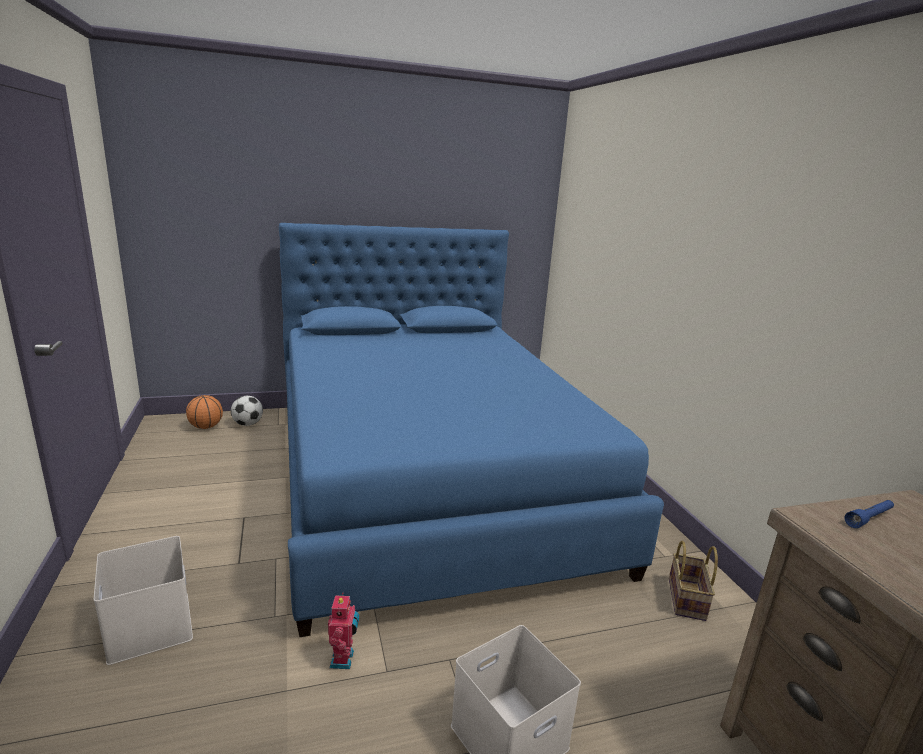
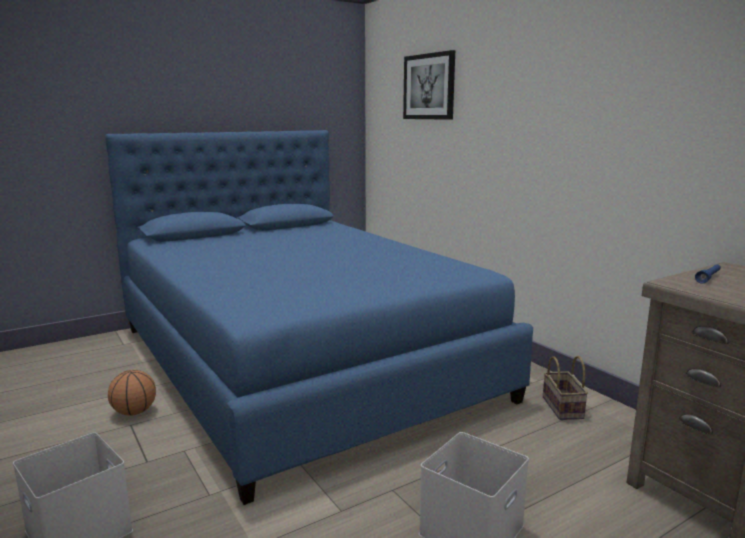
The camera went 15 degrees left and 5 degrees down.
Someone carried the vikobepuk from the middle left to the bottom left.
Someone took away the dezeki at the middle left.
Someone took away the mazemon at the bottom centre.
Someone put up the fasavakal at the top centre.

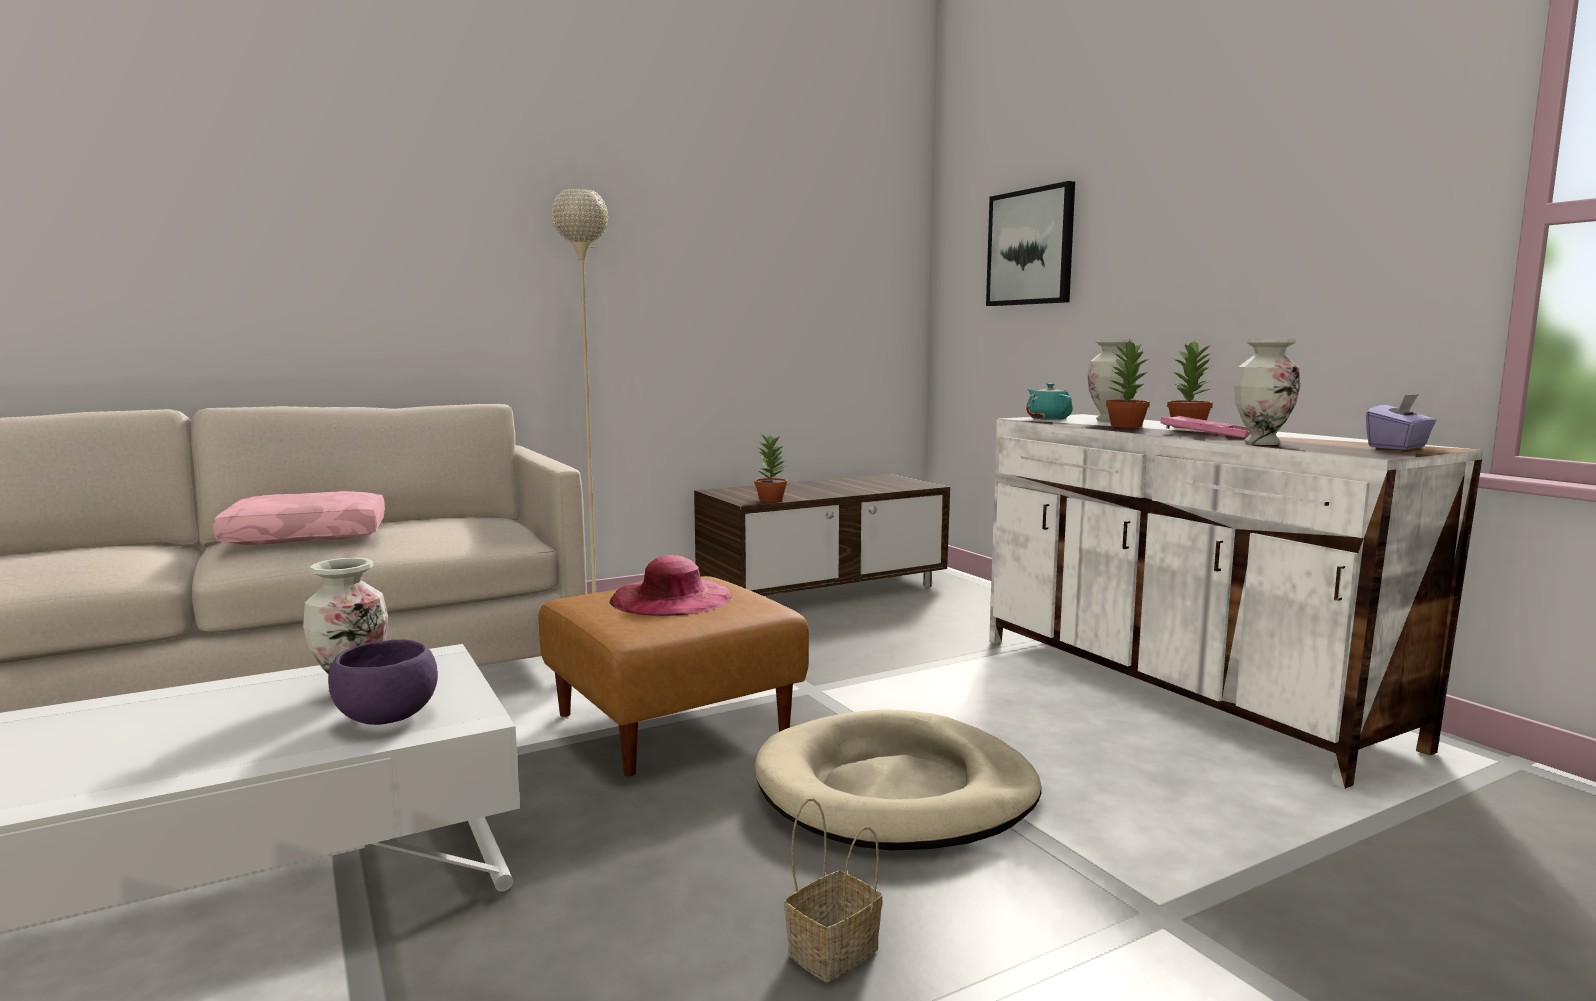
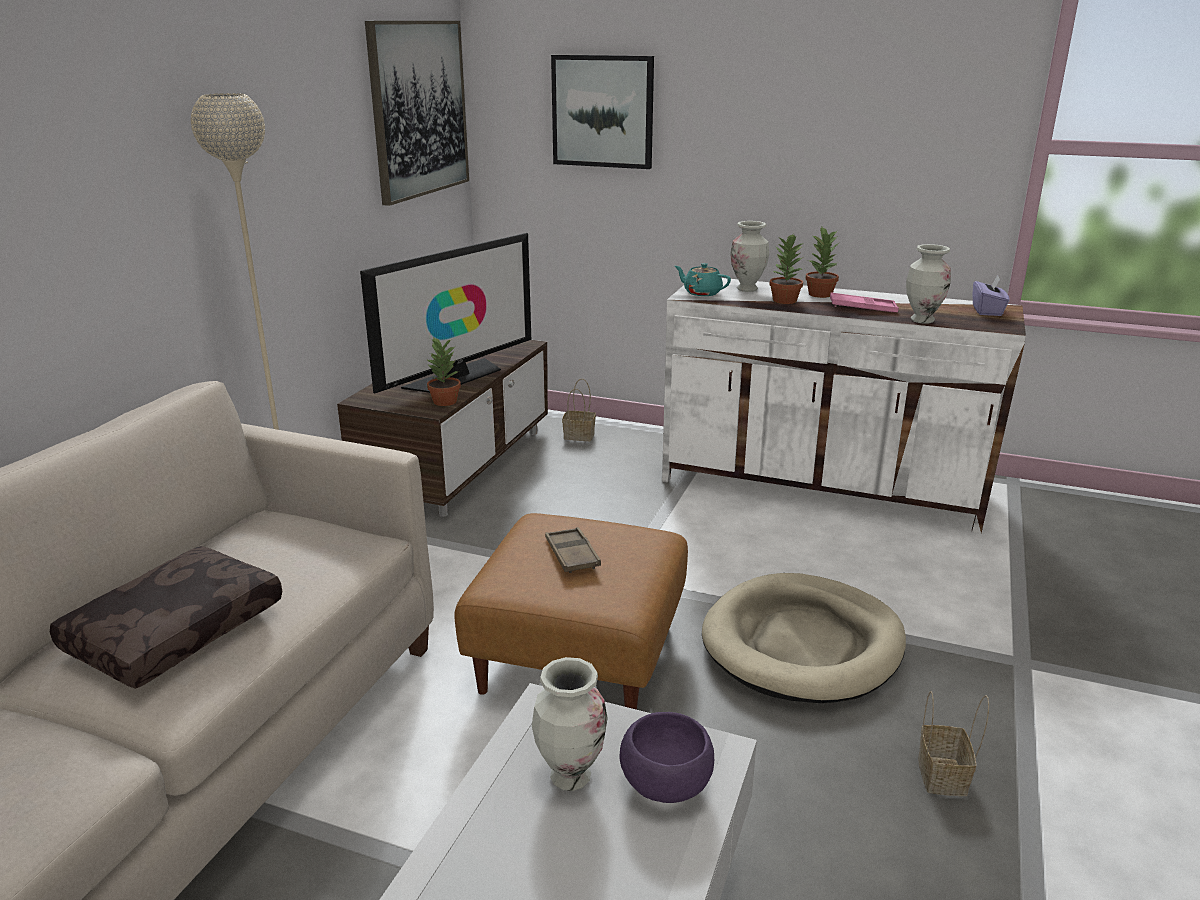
The camera went 40 degrees left and 15 degrees up.
Someone repainted the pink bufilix at the middle left, which became the brown bufilix at the bottom left.
Someone swapped the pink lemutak at the centre for the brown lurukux at the centre.
Someone put up the fasavakal (no. 1 from left) at the top centre.
Someone put down the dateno at the centre.
Someone put down the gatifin (no. 1 from left) at the centre.

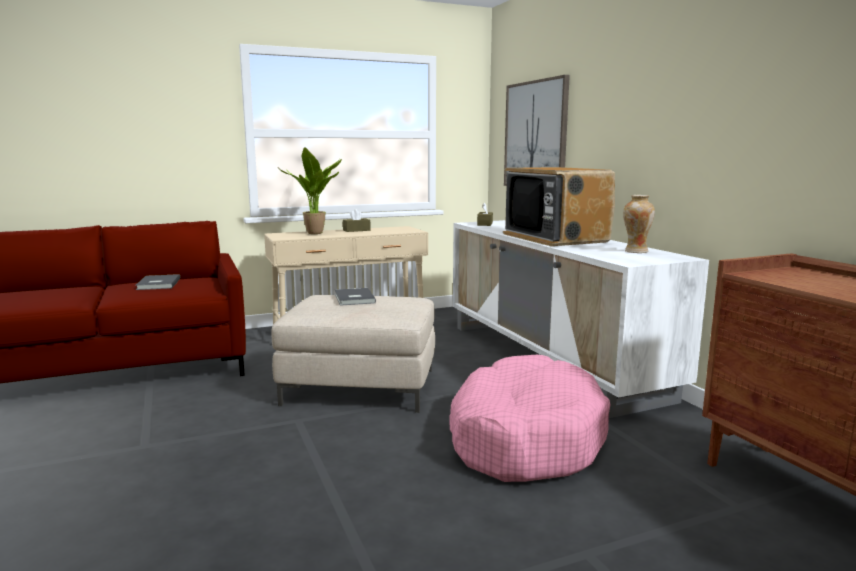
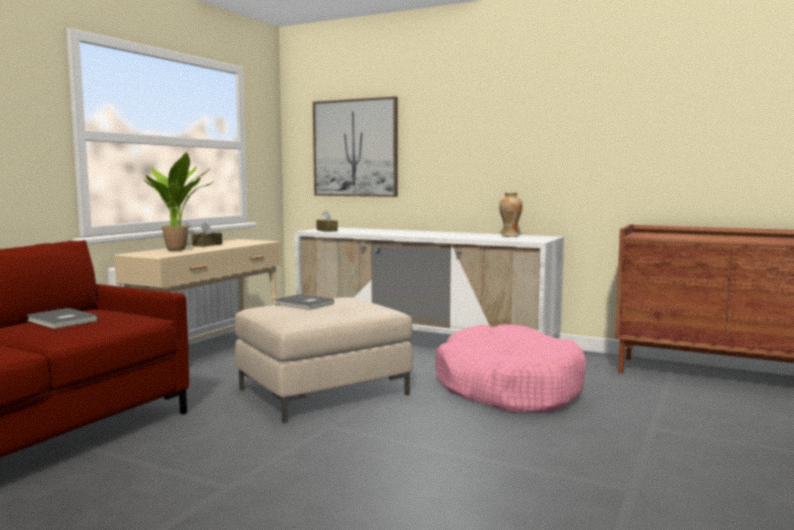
The camera went 40 degrees left and 5 degrees down.
Someone took away the dateno at the centre.

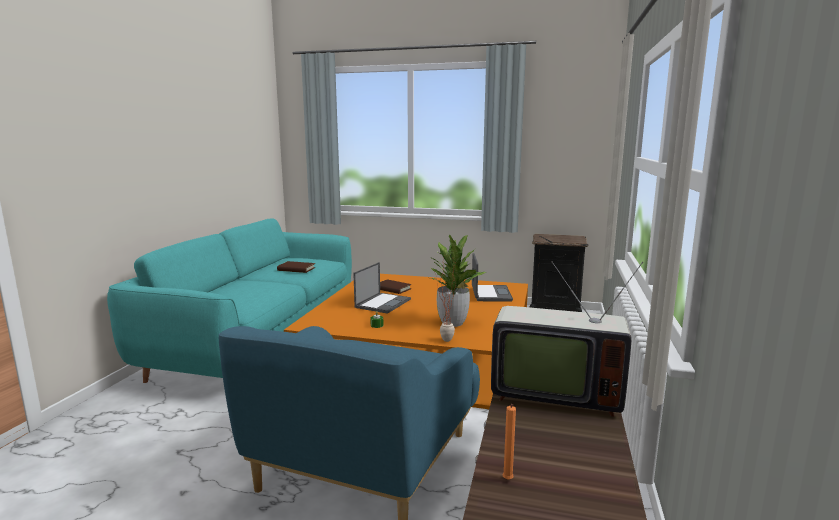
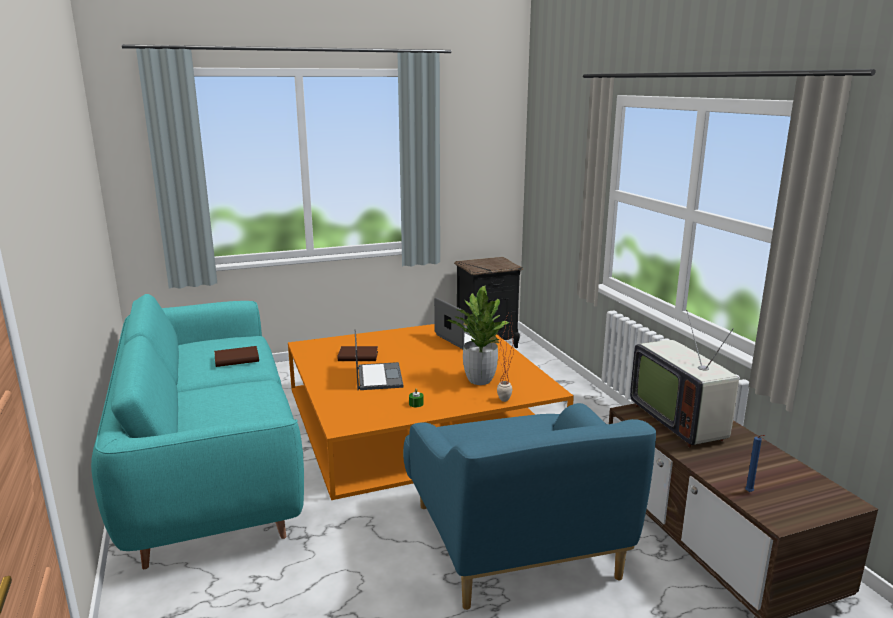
The camera went 35 degrees left and 5 degrees up.
Someone rotated the dateno at the middle right by 90 degrees clockwise.
Someone repainted the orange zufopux at the bottom centre, which became the blue zufopux at the bottom right.

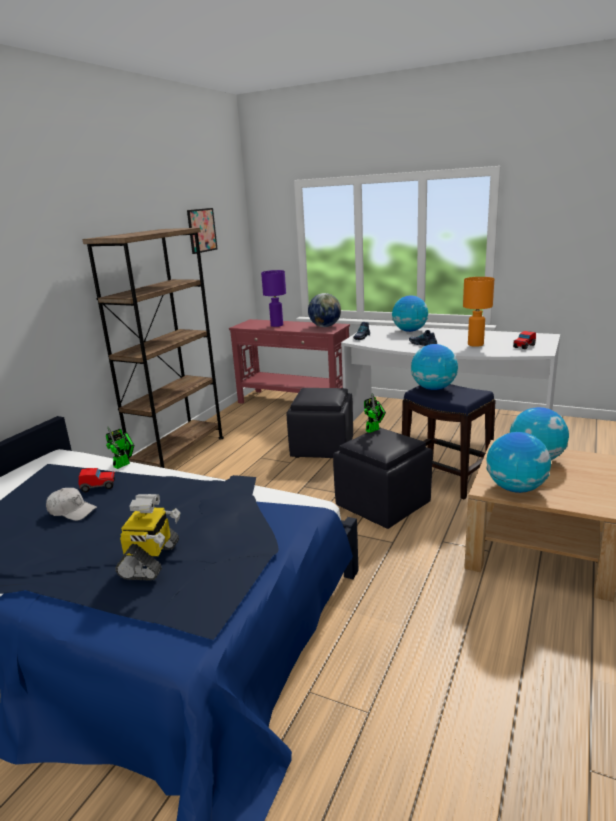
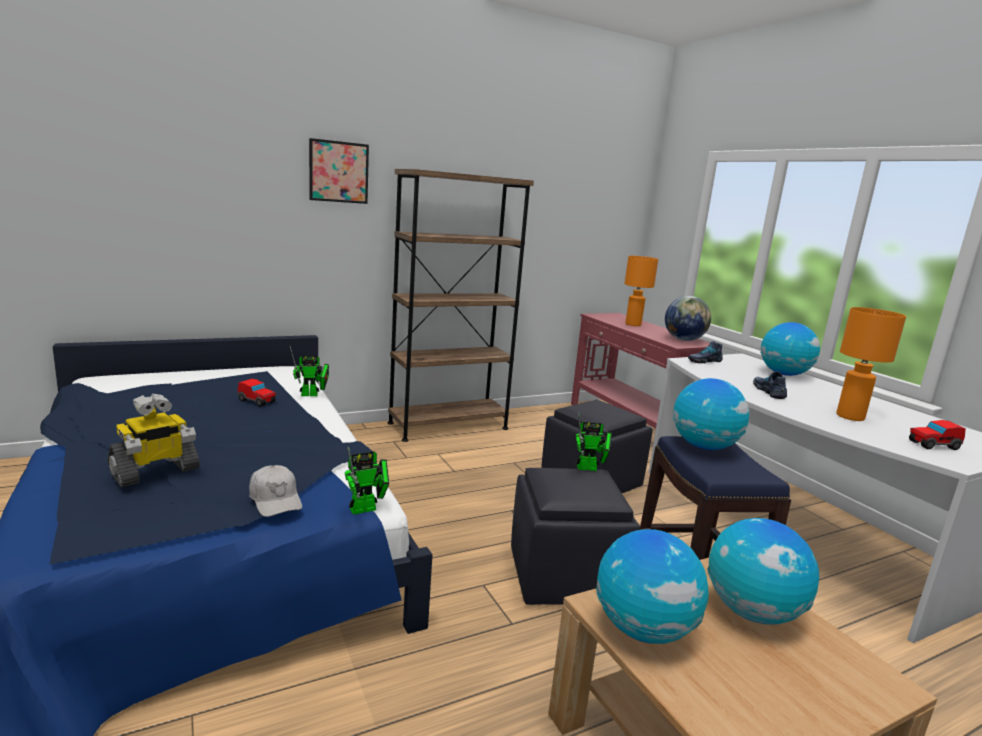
The camera went 35 degrees right and 5 degrees down.
Someone carried the fasavakal from the top left to the top centre.
Someone repainted the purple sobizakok at the centre, which became the orange sobizakok (no. 1 from left) at the centre.
Someone carried the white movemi from the middle left to the bottom left.
Someone put down the mazemon (no. 3 from left) at the centre.

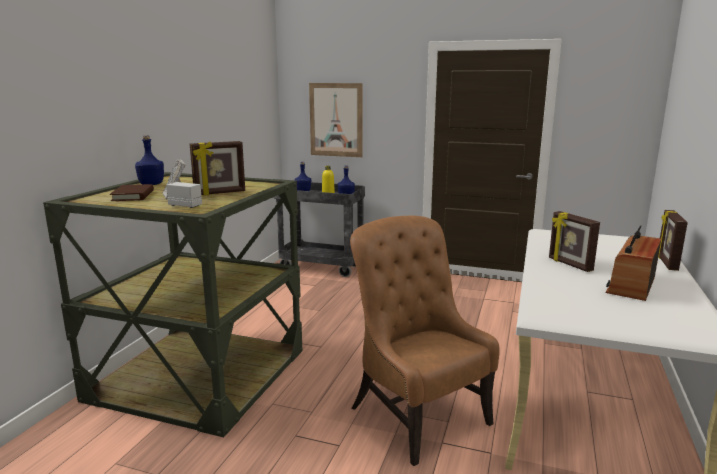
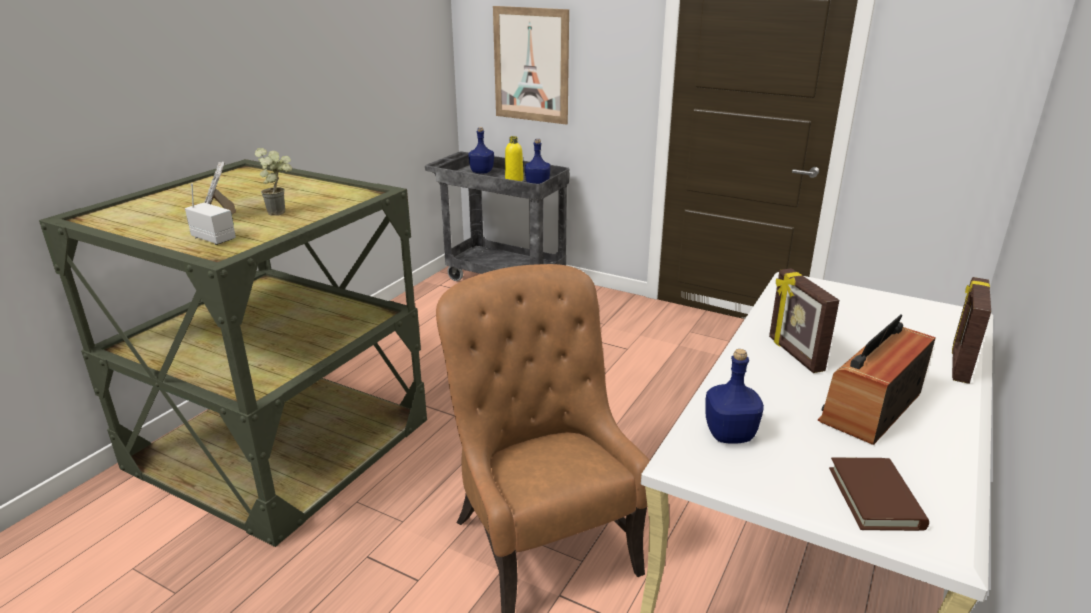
The camera went 10 degrees right and 10 degrees up.
Someone carried the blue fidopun (no. 1 from left in the first image) from the middle left to the middle right.
Someone swapped the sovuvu (no. 2 from left) at the middle left for the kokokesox at the top left.
Someone carried the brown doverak from the middle left to the bottom right.

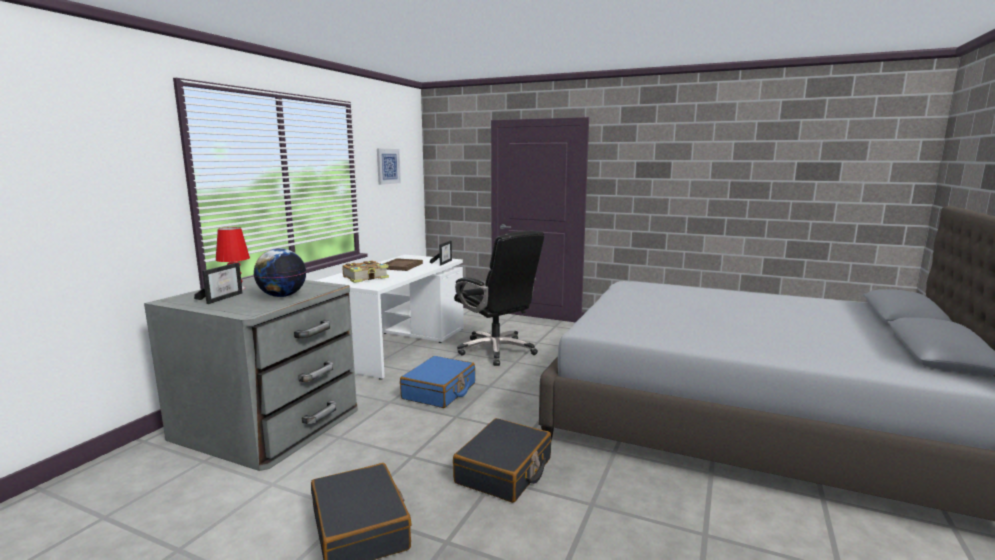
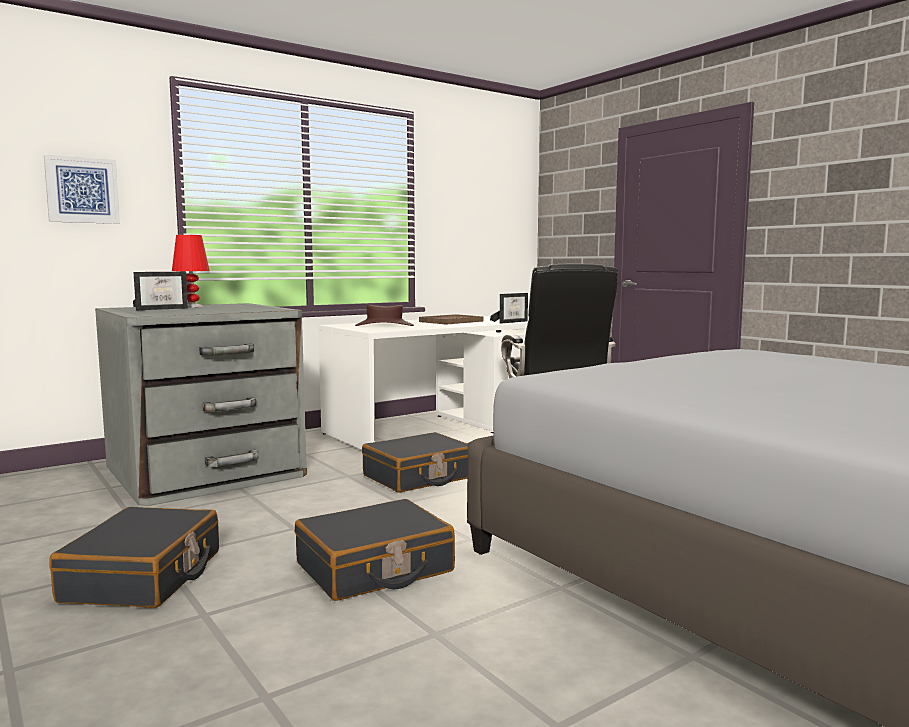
The camera went 30 degrees right and 5 degrees down.
Someone carried the fasavakal from the top centre to the top left.
Someone took away the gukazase at the middle left.
Someone swapped the doverak at the centre for the brown lemutak at the centre.
Someone repainted the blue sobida at the bottom centre, which became the black sobida (no. 3 from left) at the centre.

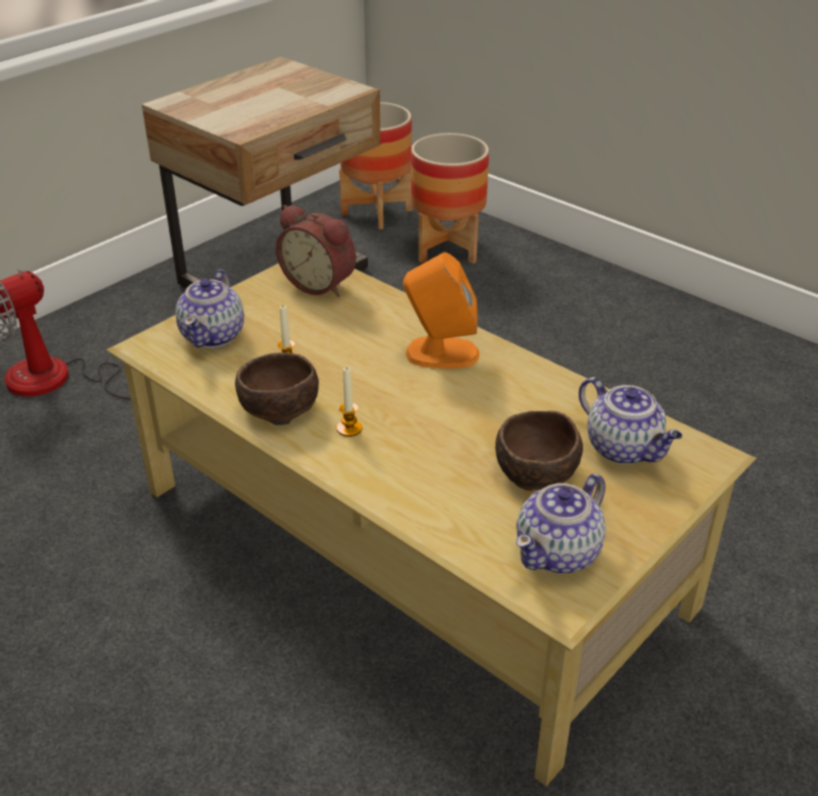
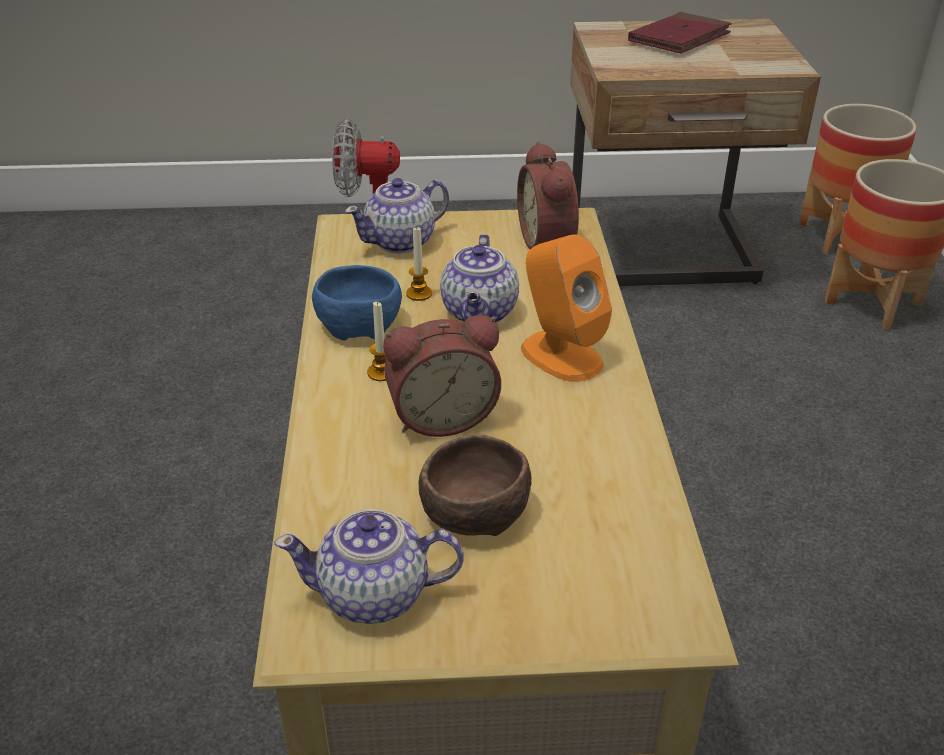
The camera went 45 degrees right and 0 degrees up.
Someone repainted the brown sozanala (no. 1 from left) at the centre, which became the blue sozanala at the centre.
Someone carried the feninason (no. 3 from left) from the middle right to the centre.
Someone put down the red doverak at the top right.
Someone put down the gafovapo (no. 1 from left) at the centre.

